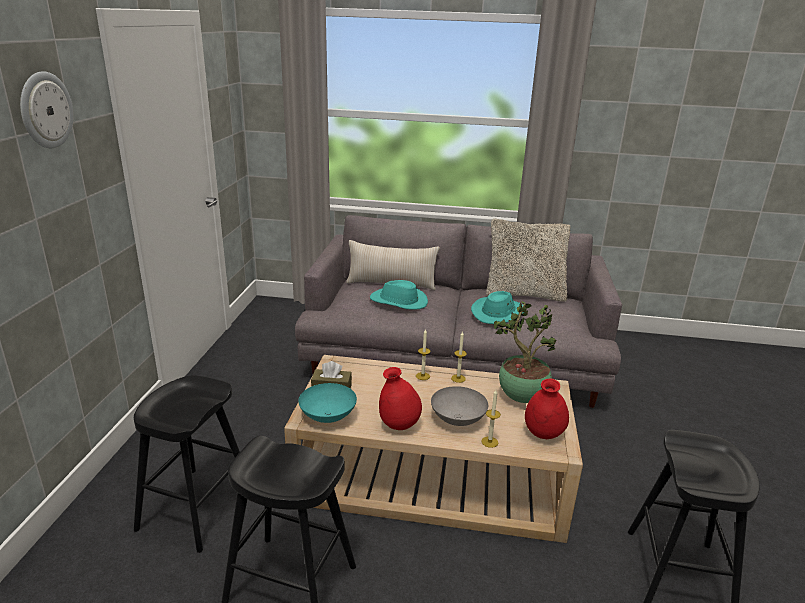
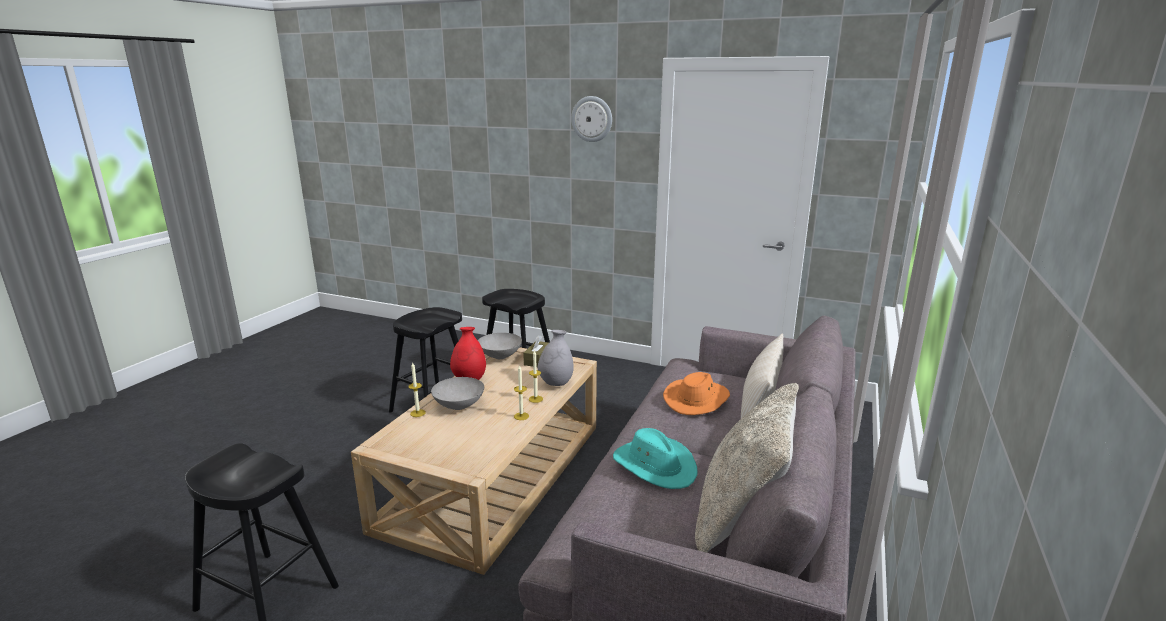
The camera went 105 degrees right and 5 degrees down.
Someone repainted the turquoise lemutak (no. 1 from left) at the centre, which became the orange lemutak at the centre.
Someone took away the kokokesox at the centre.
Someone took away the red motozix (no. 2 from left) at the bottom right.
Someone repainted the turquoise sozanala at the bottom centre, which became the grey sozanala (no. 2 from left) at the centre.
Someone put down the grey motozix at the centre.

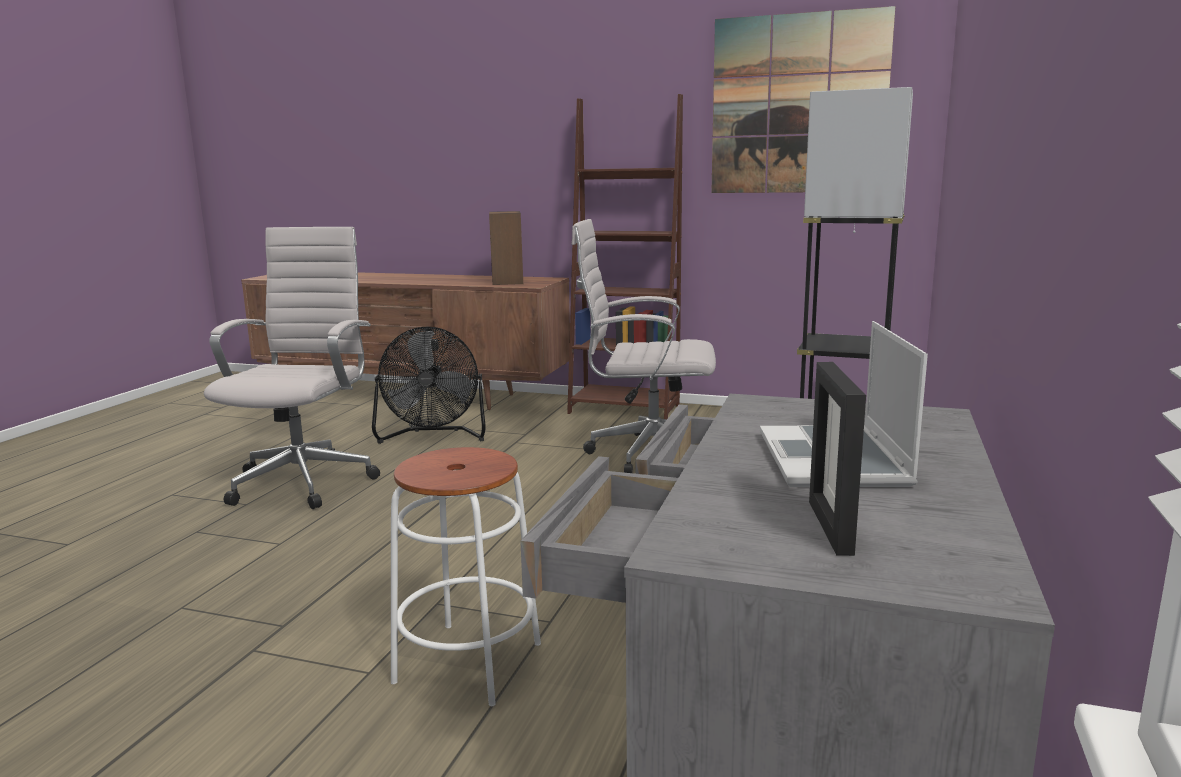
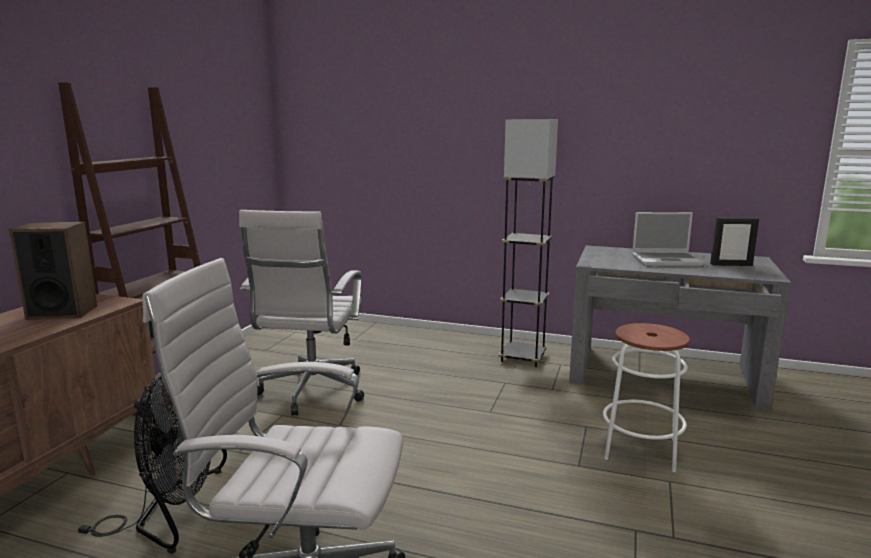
The camera went 90 degrees left and 0 degrees up.
Someone took away the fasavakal at the top right.

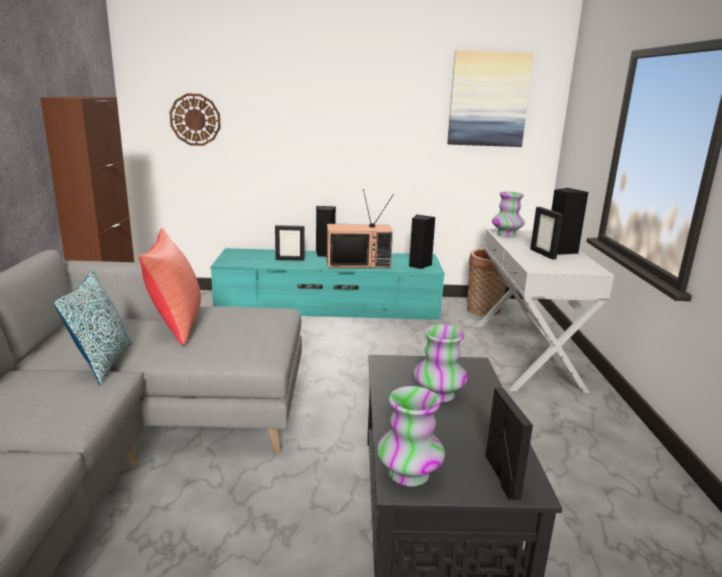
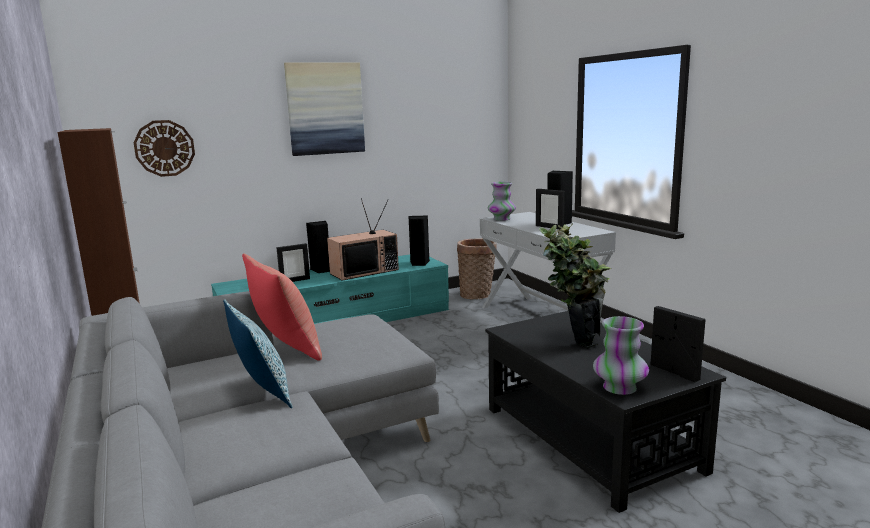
The camera went 25 degrees left and 5 degrees down.
Someone carried the fasavakal from the top right to the top centre.
Someone swapped the motozix (no. 2 from left) at the centre for the kokokesox at the centre.

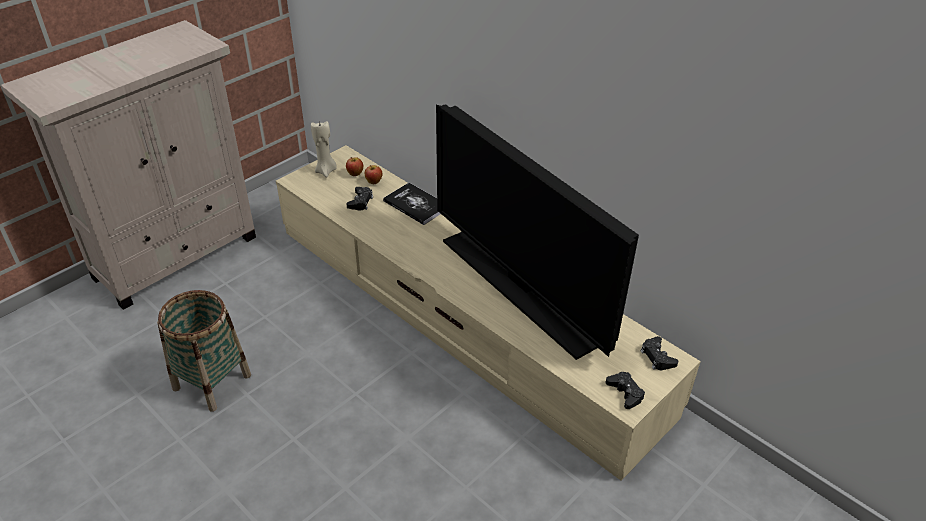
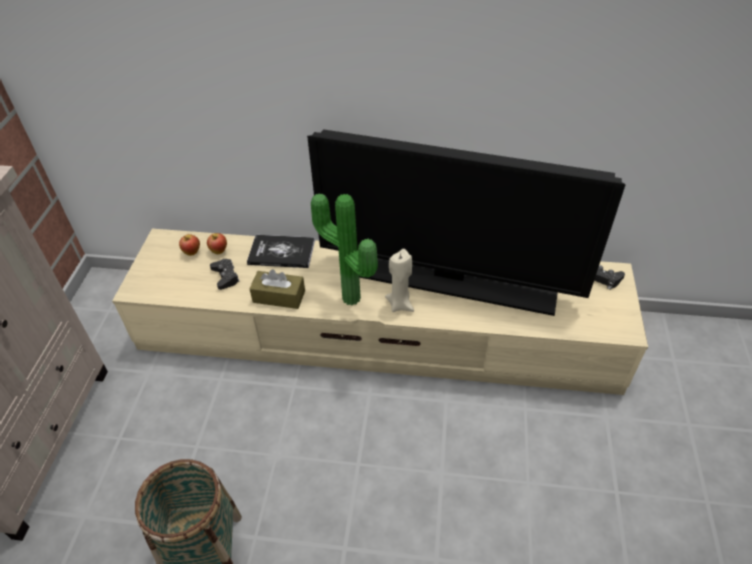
The camera went 35 degrees left and 5 degrees up.
Someone carried the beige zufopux from the top centre to the centre.
Someone took away the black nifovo (no. 2 from left) at the bottom right.
Someone put down the kokokesox at the centre.
Someone put down the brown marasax at the centre.

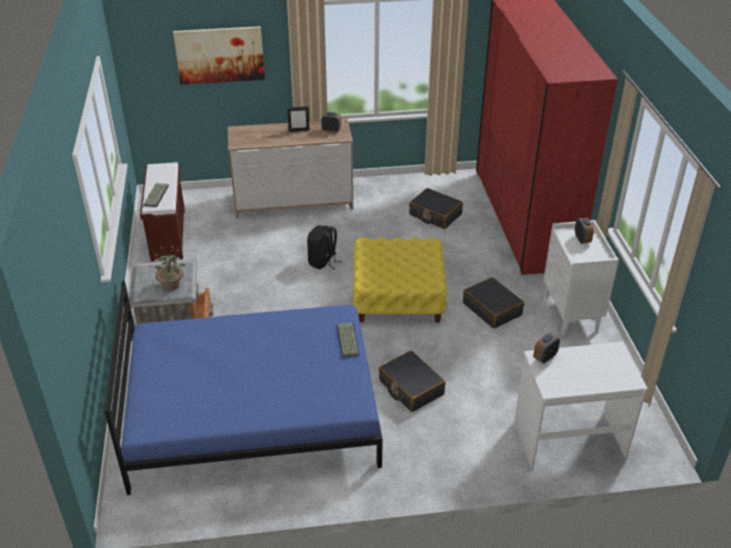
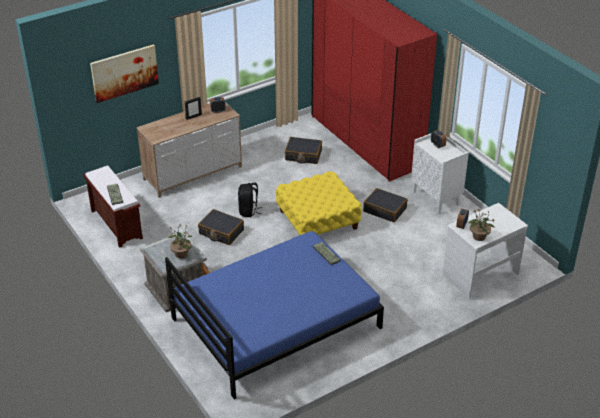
The camera went 25 degrees left and 0 degrees up.
Someone carried the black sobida (no. 1 from left) from the bottom centre to the centre.
Someone put down the kokokesox (no. 2 from left) at the middle right.

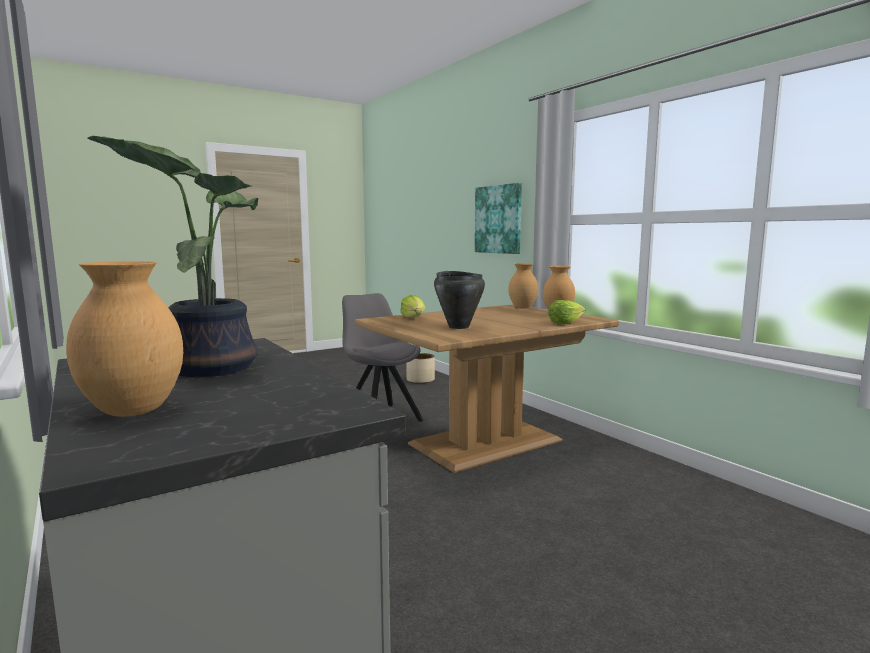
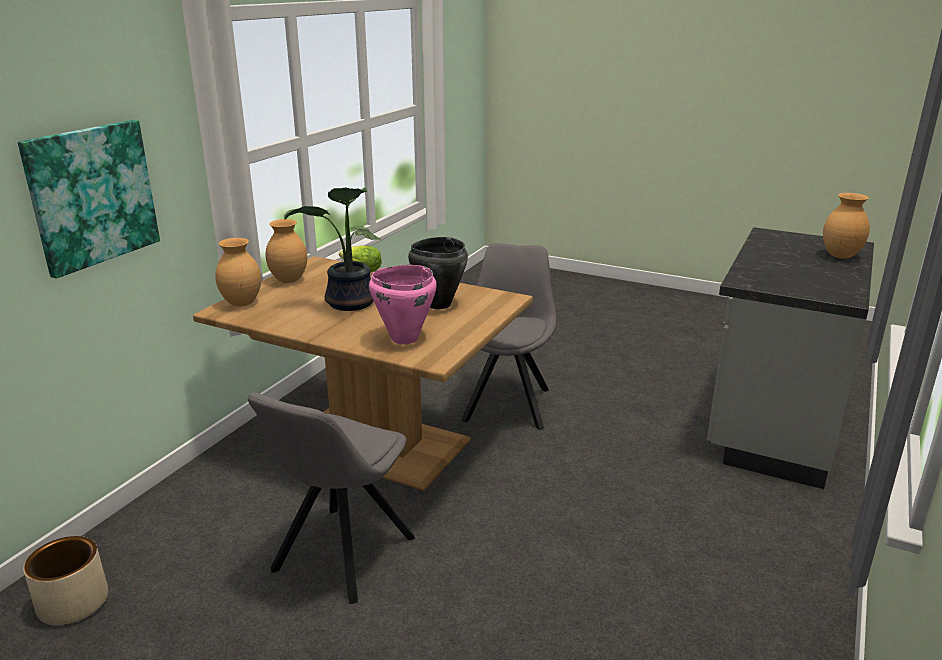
The camera went 120 degrees left and 15 degrees up.
Someone carried the kokokesox from the middle left to the centre.
Someone swapped the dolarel (no. 1 from left) at the centre for the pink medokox at the centre.
Someone put down the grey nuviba (no. 2 from left) at the centre.

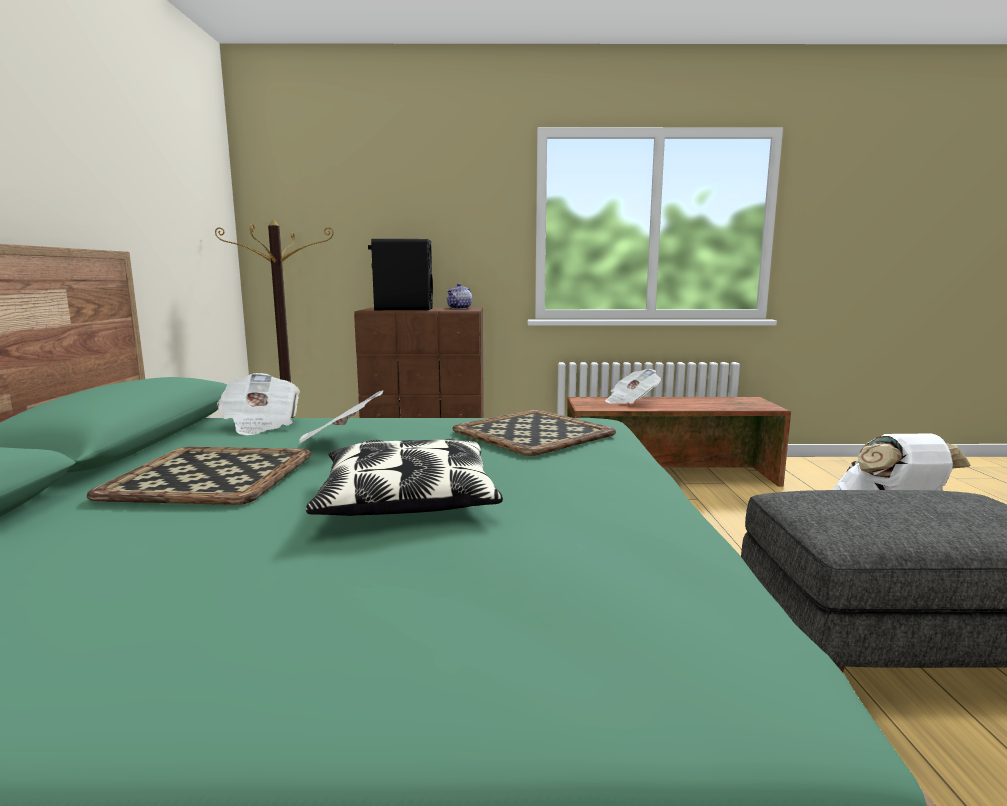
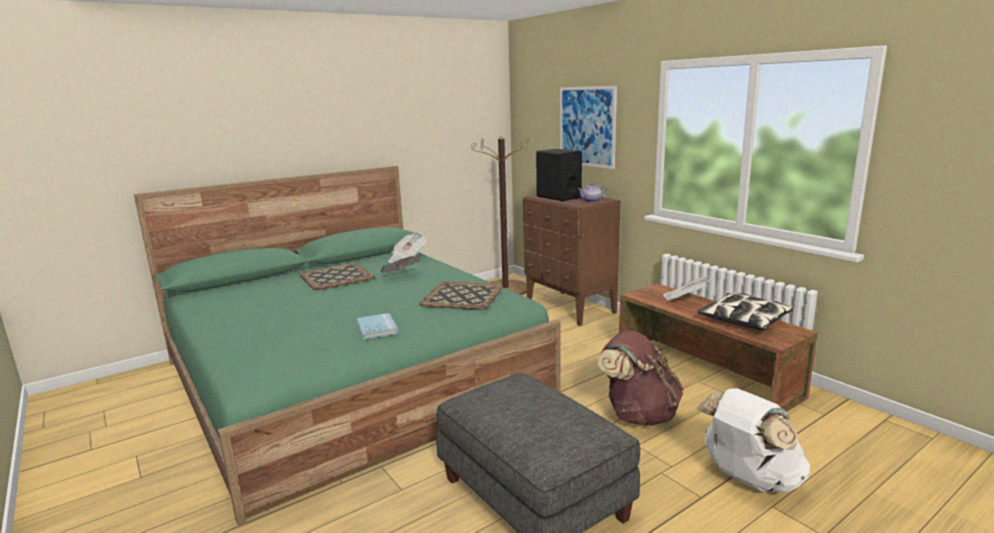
The camera went 55 degrees right and 5 degrees up.
Someone carried the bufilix from the centre to the middle right.
Someone put up the fasavakal at the top centre.
Someone put down the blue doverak at the centre.
Someone put down the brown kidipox at the bottom centre.

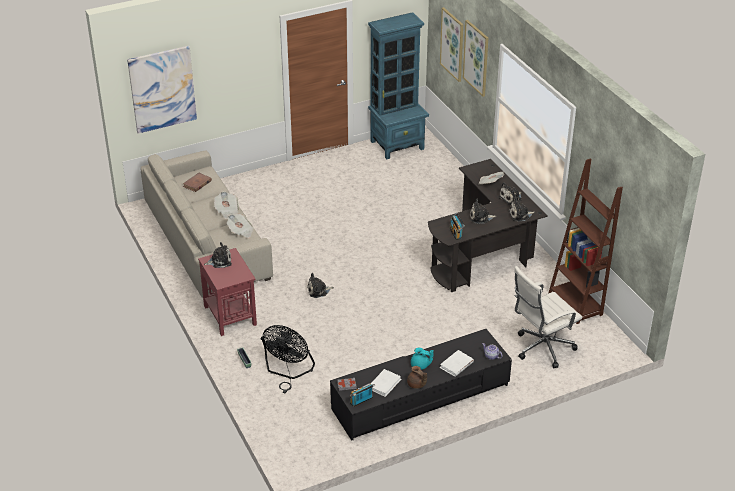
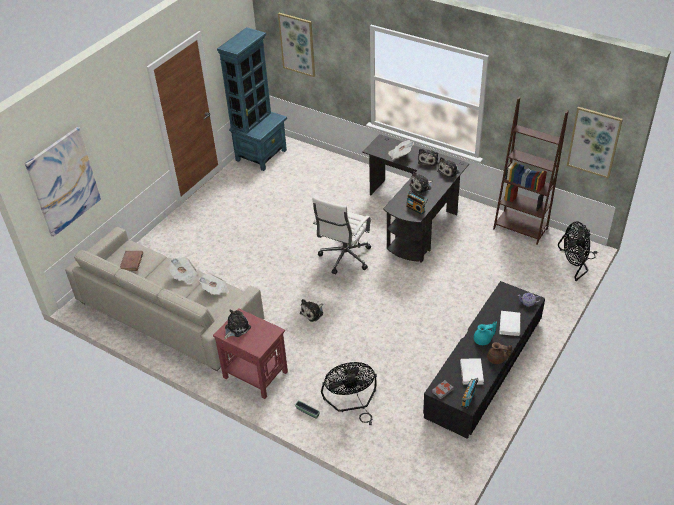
The camera went 30 degrees left and 5 degrees up.
Someone carried the fasavakal (no. 3 from left) from the top centre to the top right.
Someone carried the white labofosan from the middle right to the centre.
Someone put down the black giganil (no. 2 from left) at the middle right.

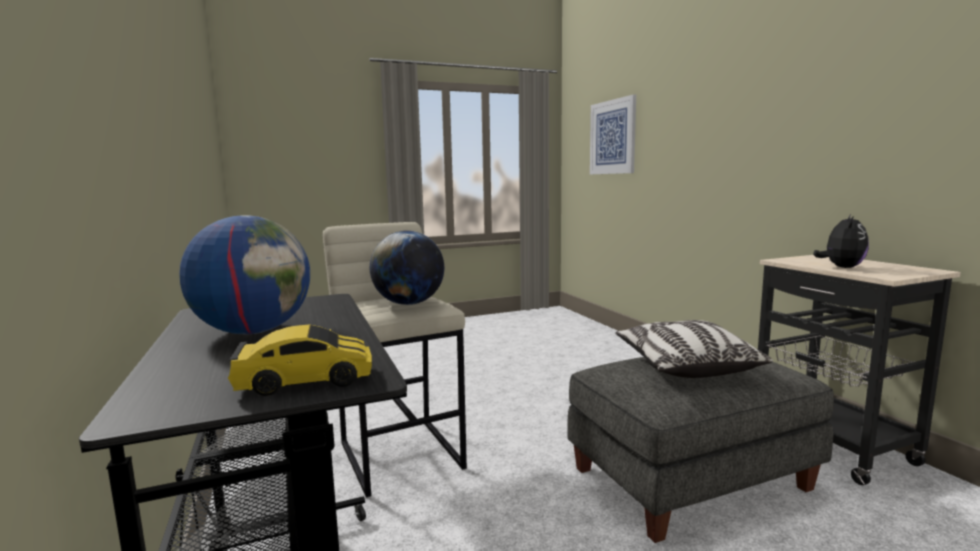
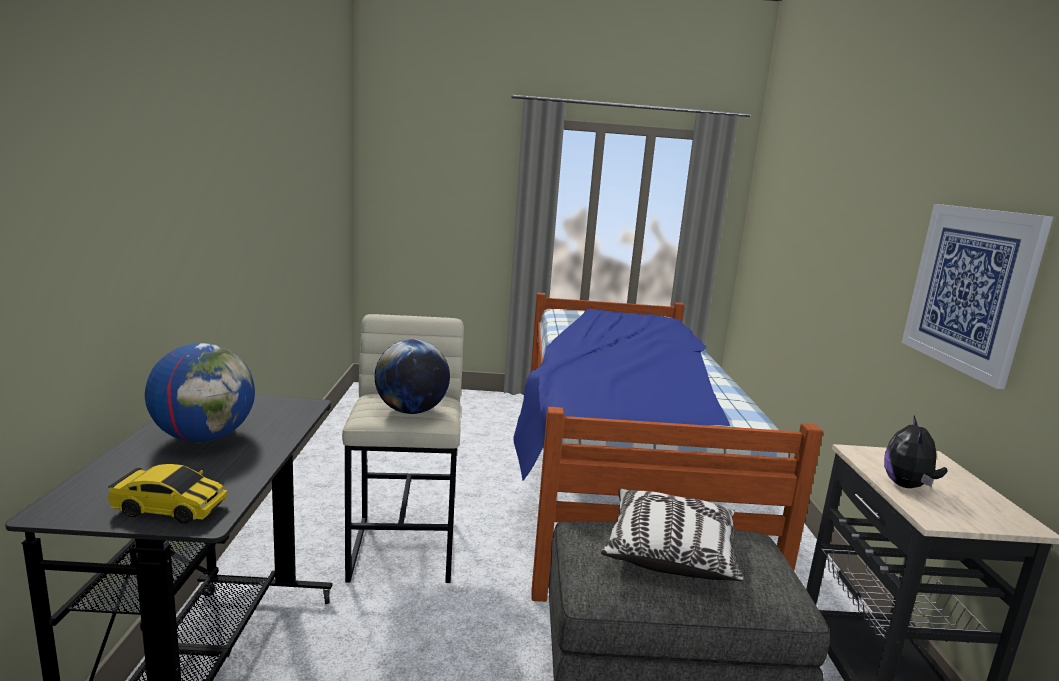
The camera went 20 degrees right and 5 degrees up.
Someone carried the fasavakal from the top centre to the middle right.
Someone rotated the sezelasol at the middle right by 150 degrees clockwise.
Someone put down the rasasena at the centre.

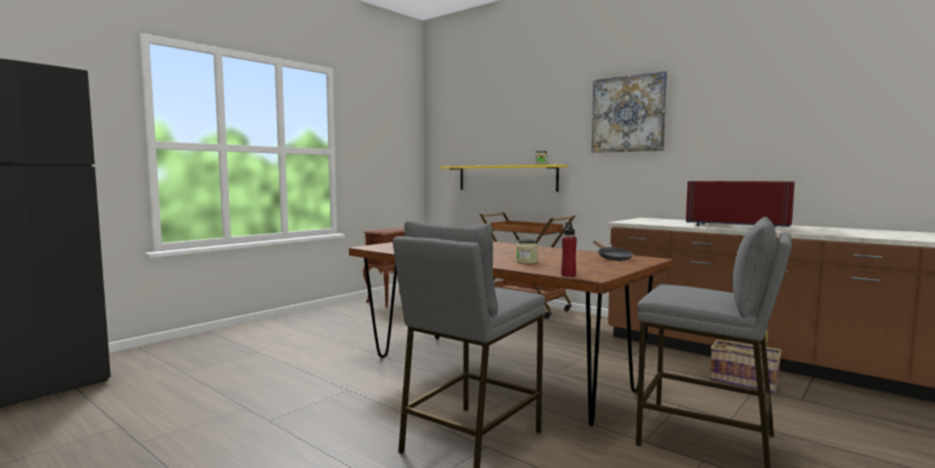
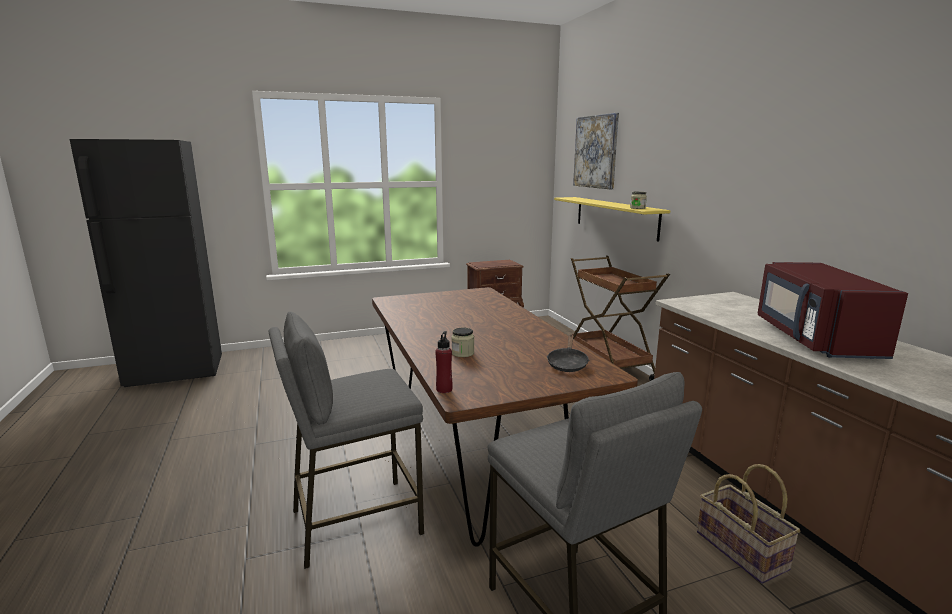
The camera went 30 degrees right and 10 degrees up.
Someone carried the fasavakal from the top right to the top centre.
Someone rotated the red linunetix at the middle right by 150 degrees counterclockwise.

